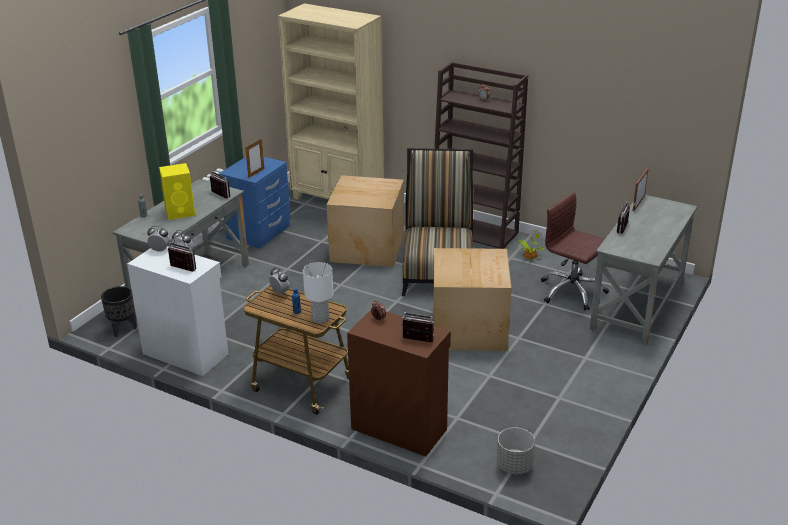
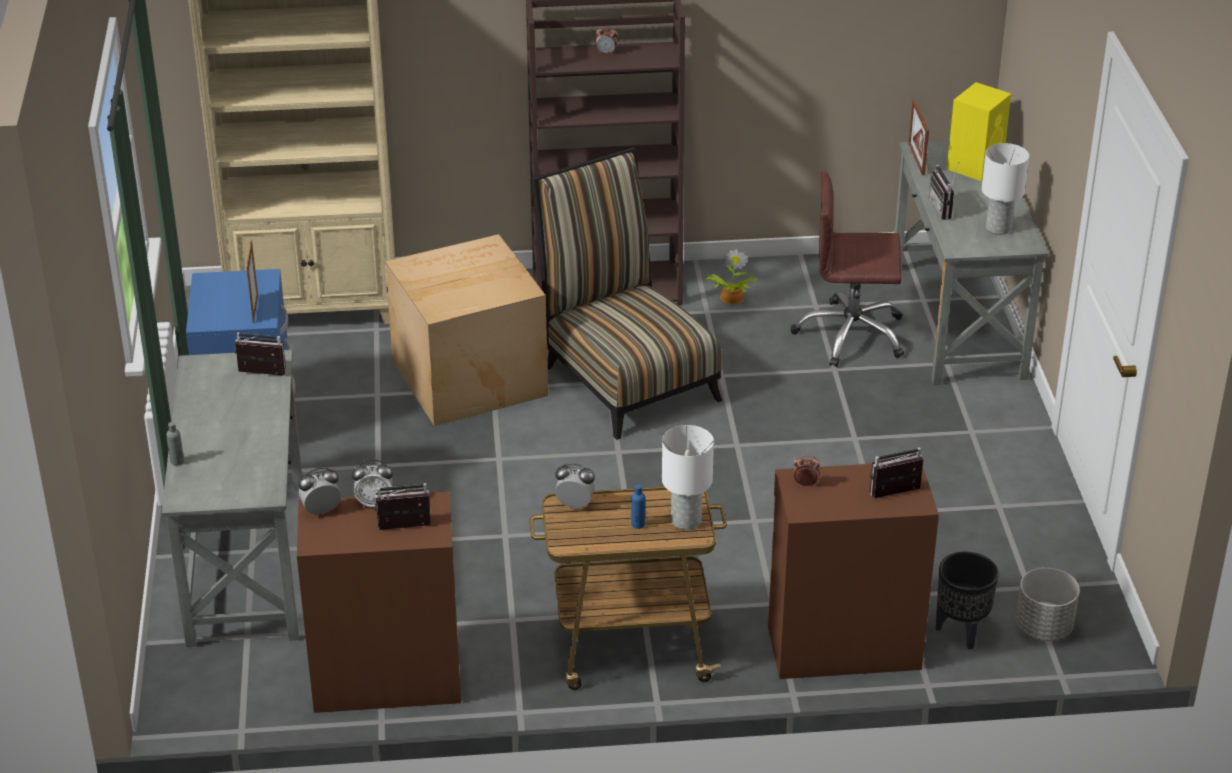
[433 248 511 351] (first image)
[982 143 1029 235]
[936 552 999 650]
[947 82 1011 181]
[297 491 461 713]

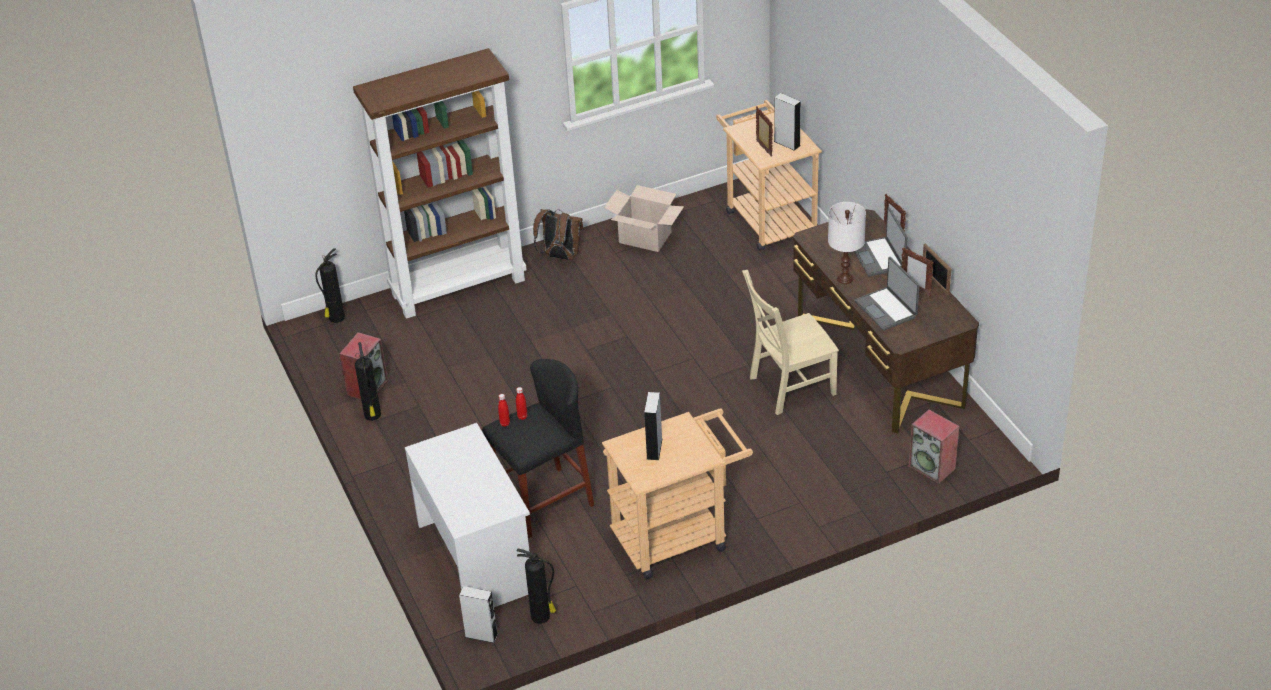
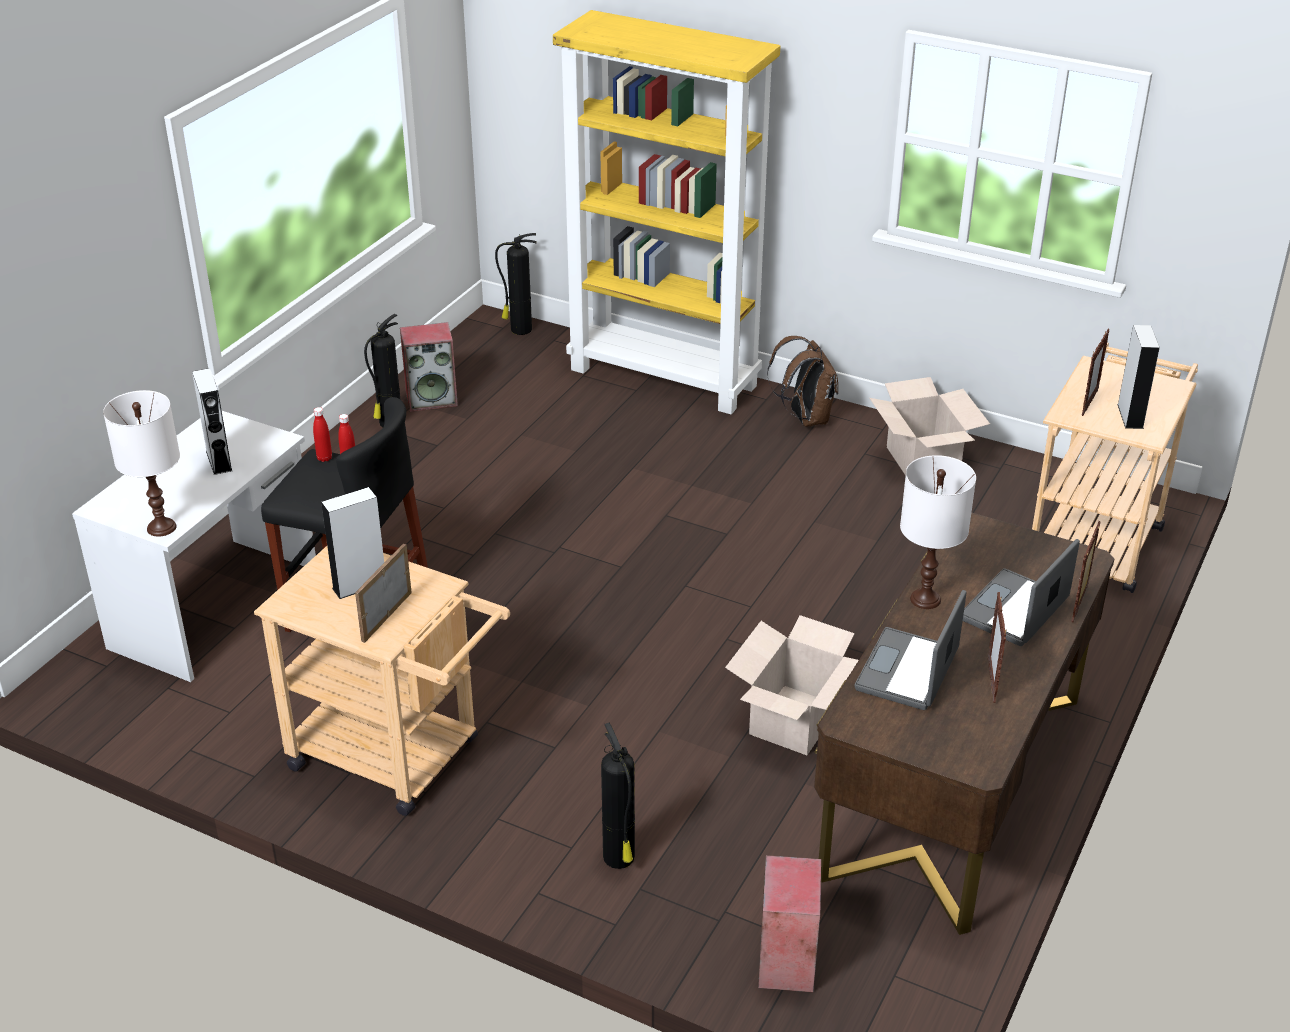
[103 390 180 537]
[192 368 232 475]
[601 723 635 869]
[355 544 412 643]
[725 615 859 755]
[553 10 780 414]

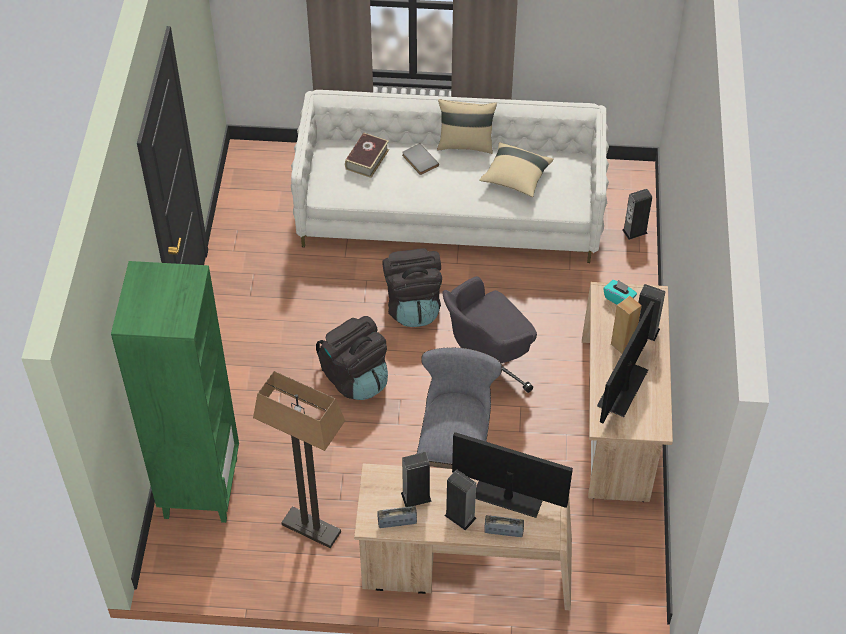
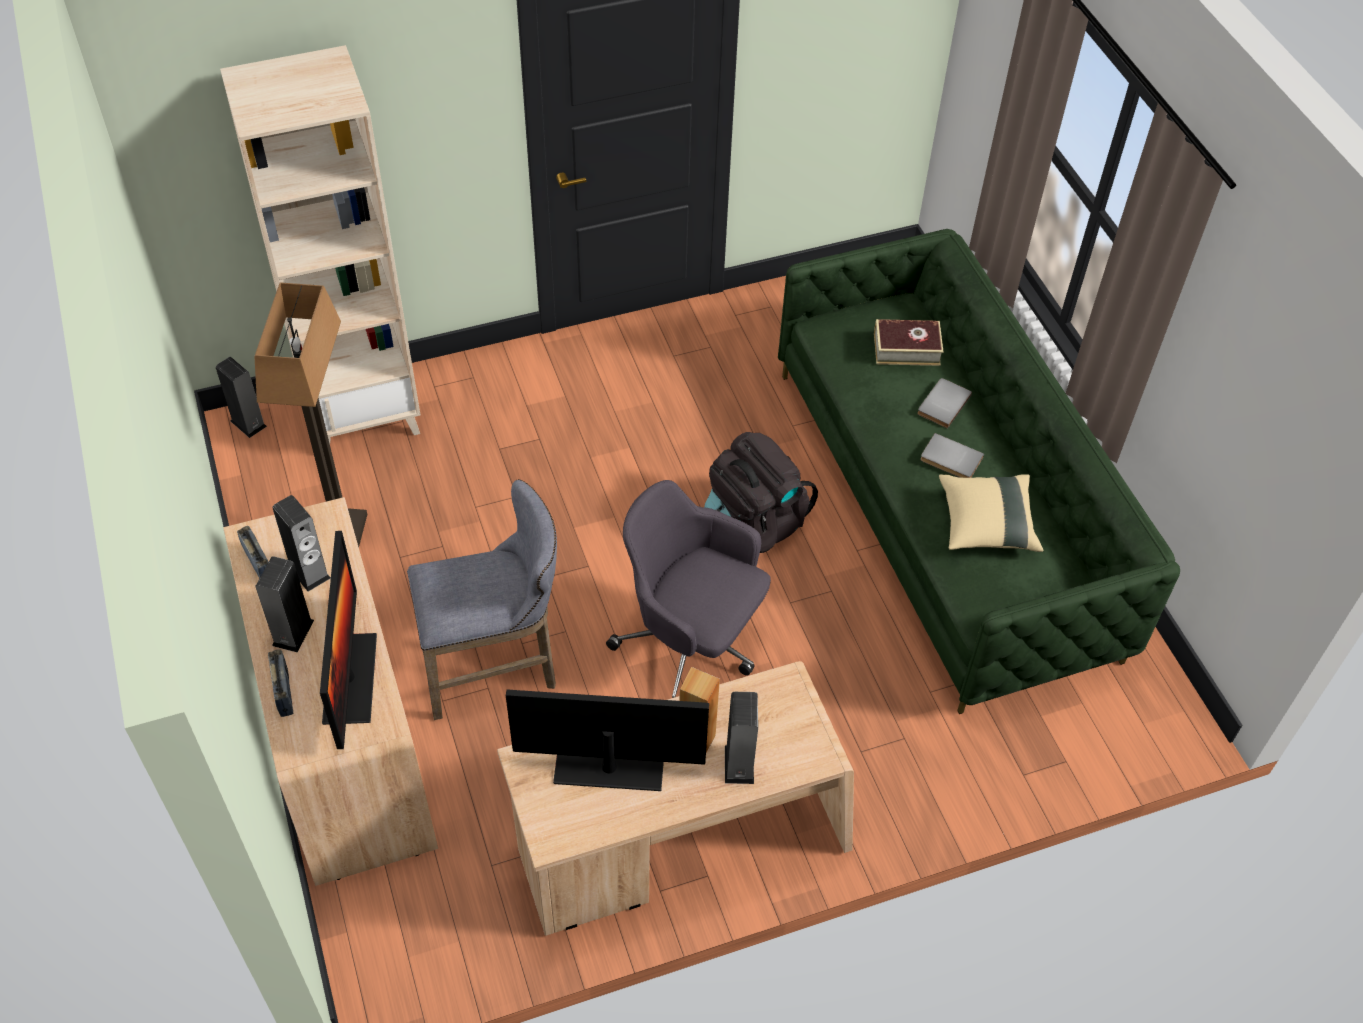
[316 316 388 400] (first image)
[437 99 497 154] (first image)
[603 280 637 305] (first image)
[920 433 984 478]
[216 357 267 438]
[220 45 420 443]
[778 229 1180 714]

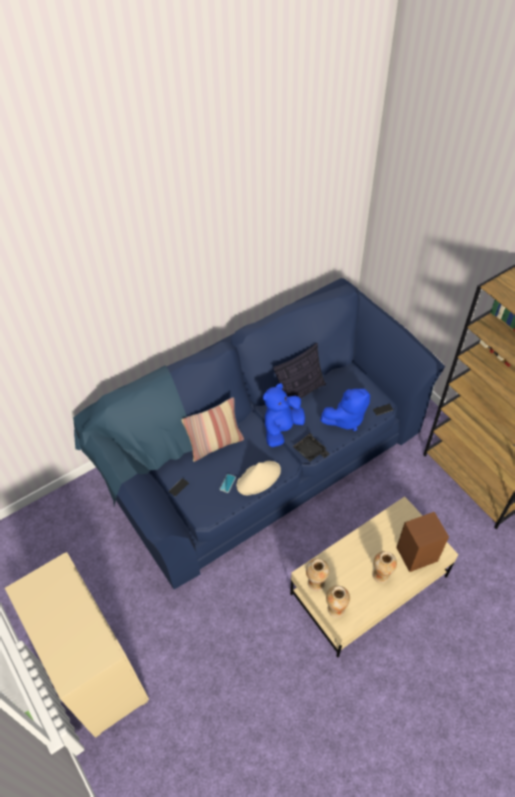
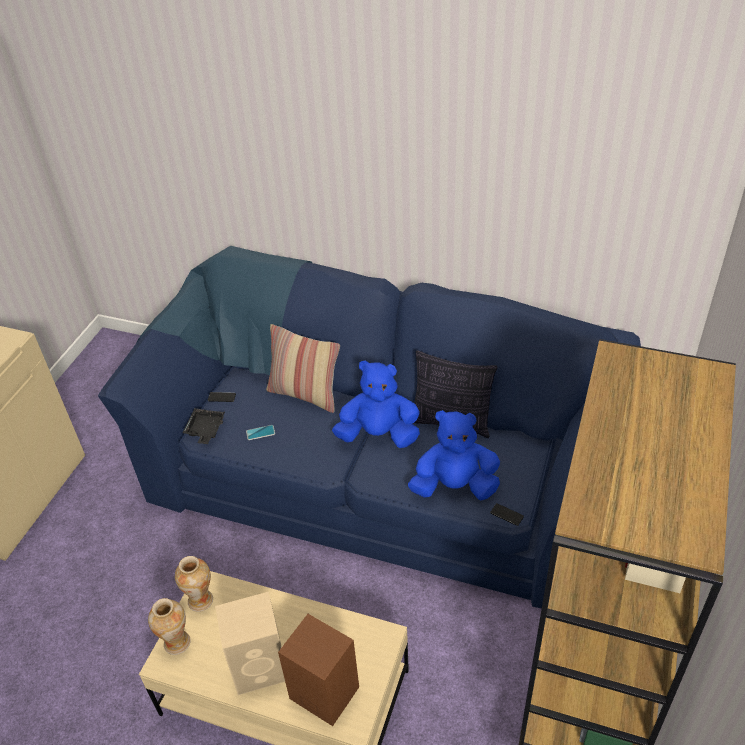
[236 461 281 495] (first image)
[182 408 225 444]
[215 592 285 695]
[408 410 500 500]

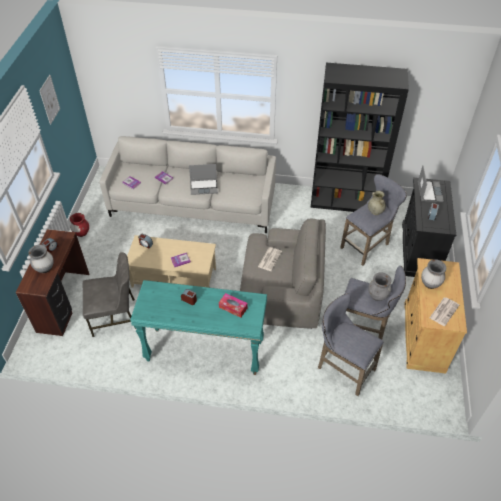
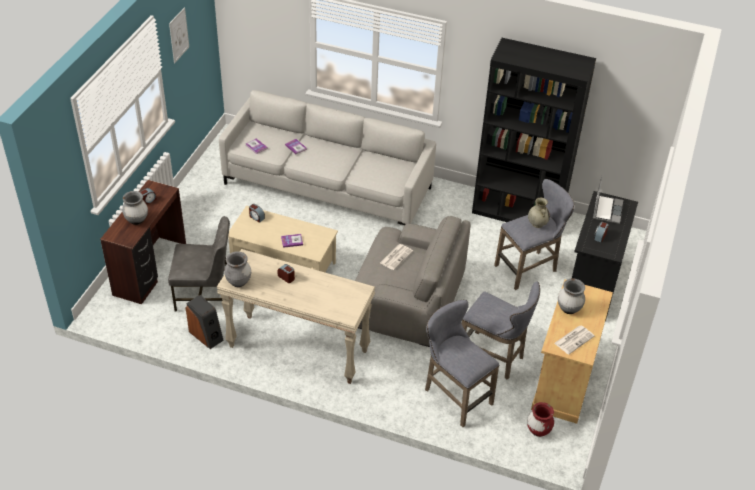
[189 164 218 195] (first image)
[219 293 248 318] (first image)
[185 295 224 349]
[527 402 554 437]
[224 251 251 287]
[217 249 375 384]

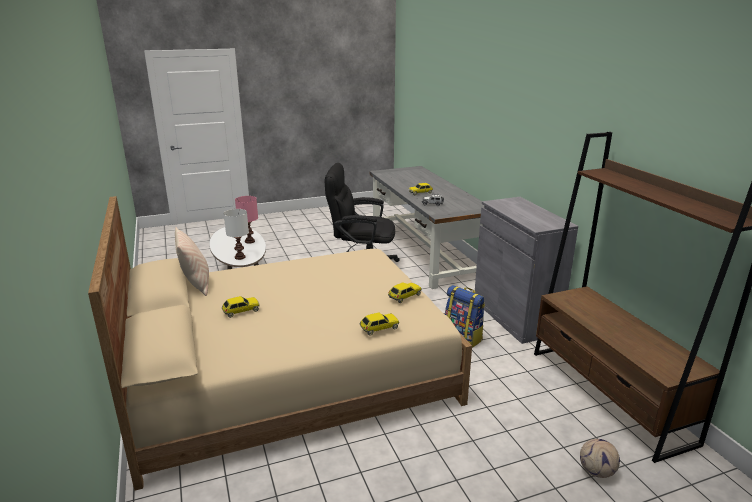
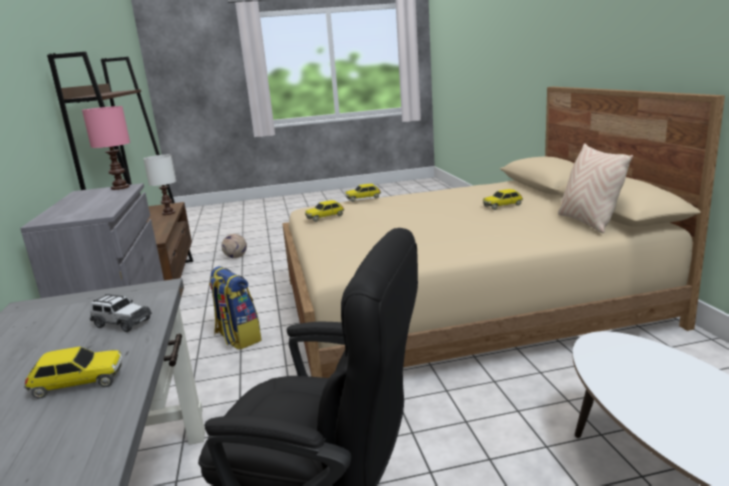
[143 155 176 215]
[82 106 130 190]

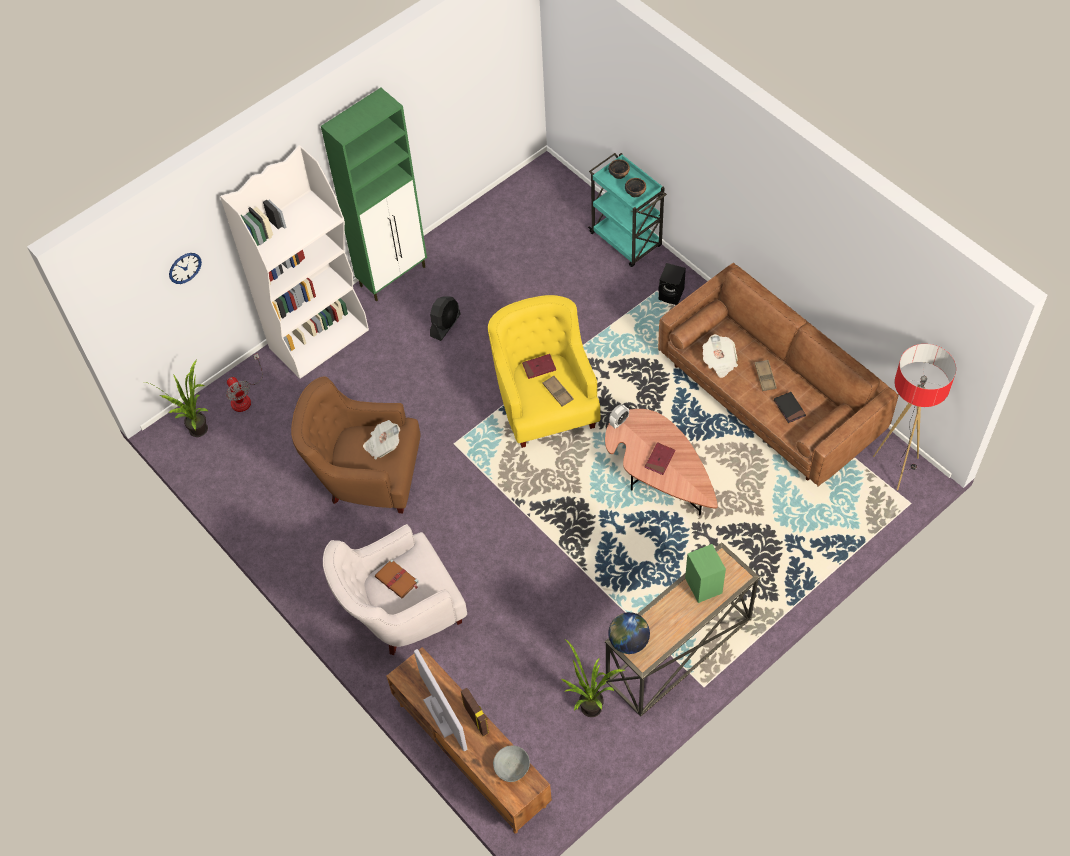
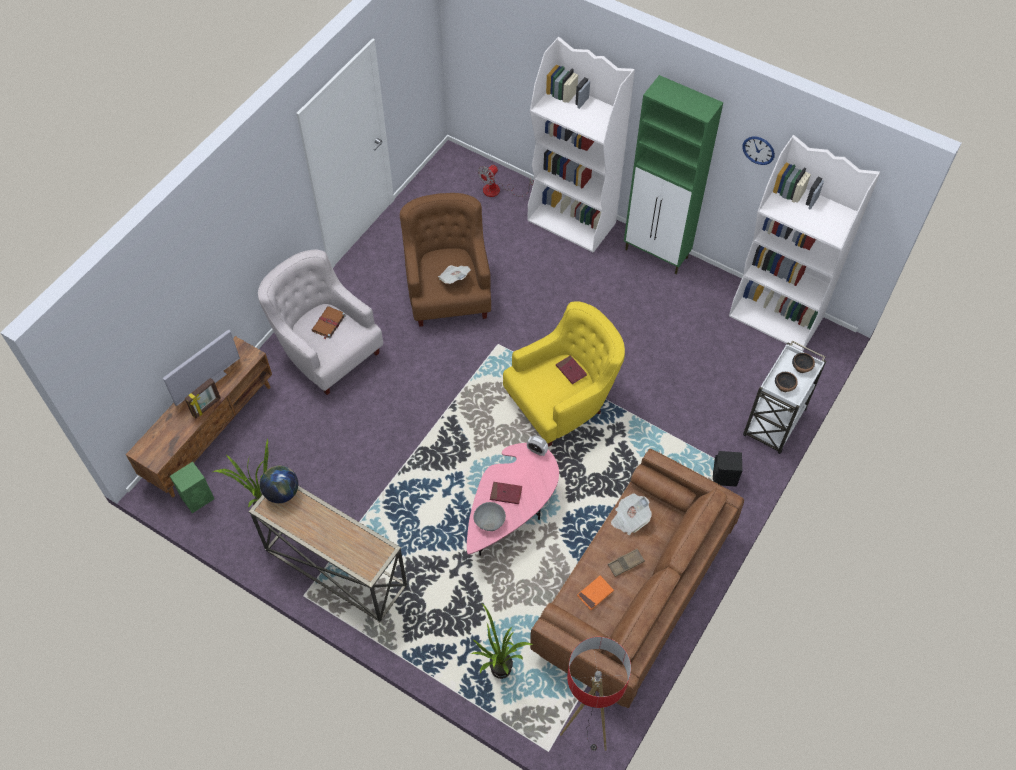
[430 296 461 341] (first image)
[543 376 574 407] (first image)
[729 135 880 352]
[471 604 534 679]
[742 137 775 165]
[473 502 506 531]
[170 462 214 513]
[743 341 826 454]
[467 443 559 556]
[577 576 614 610]

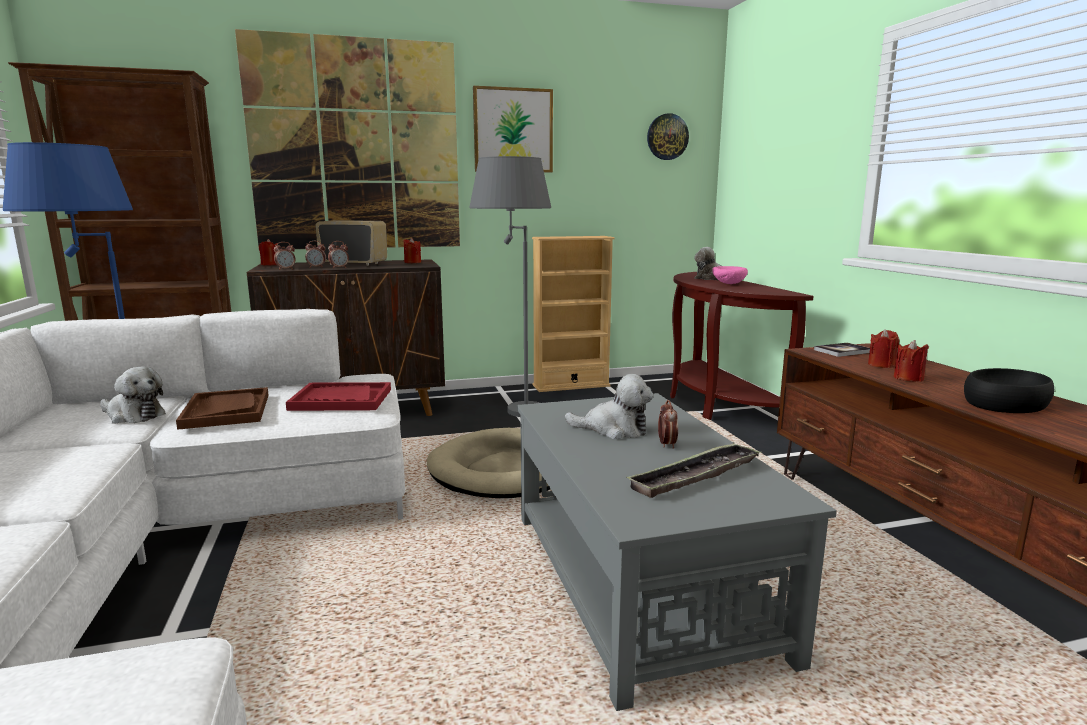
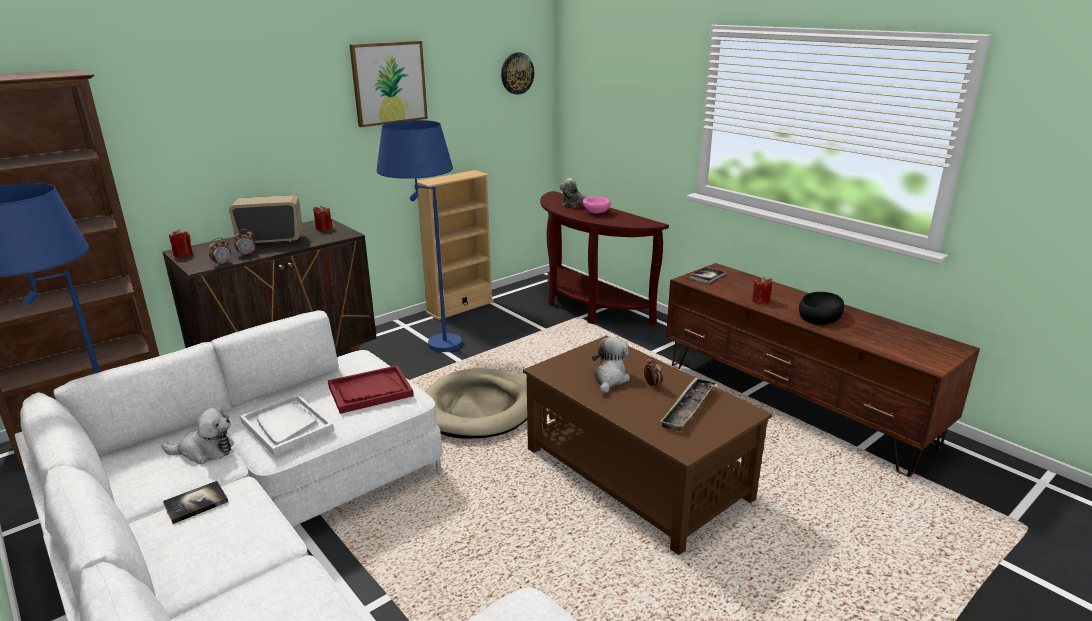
[235 29 460 249] (first image)
[328 241 349 268] (first image)
[868 329 899 368] (first image)
[163 481 228 524]
[240 394 334 456]
[377 120 462 352]
[523 336 772 555]
[592 337 630 394]

